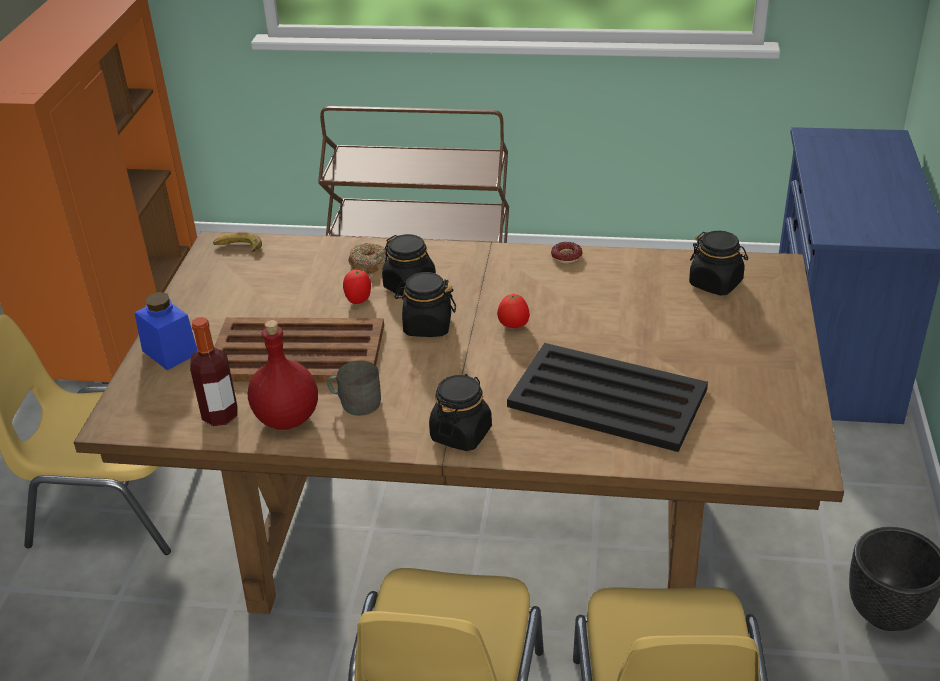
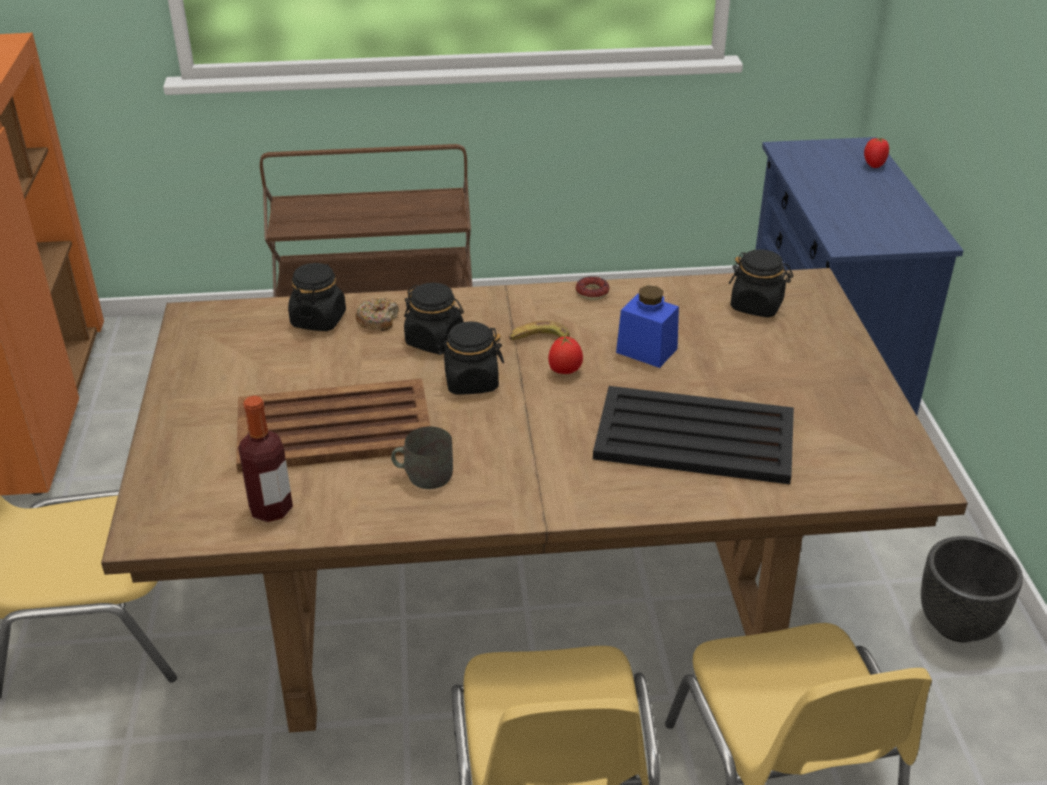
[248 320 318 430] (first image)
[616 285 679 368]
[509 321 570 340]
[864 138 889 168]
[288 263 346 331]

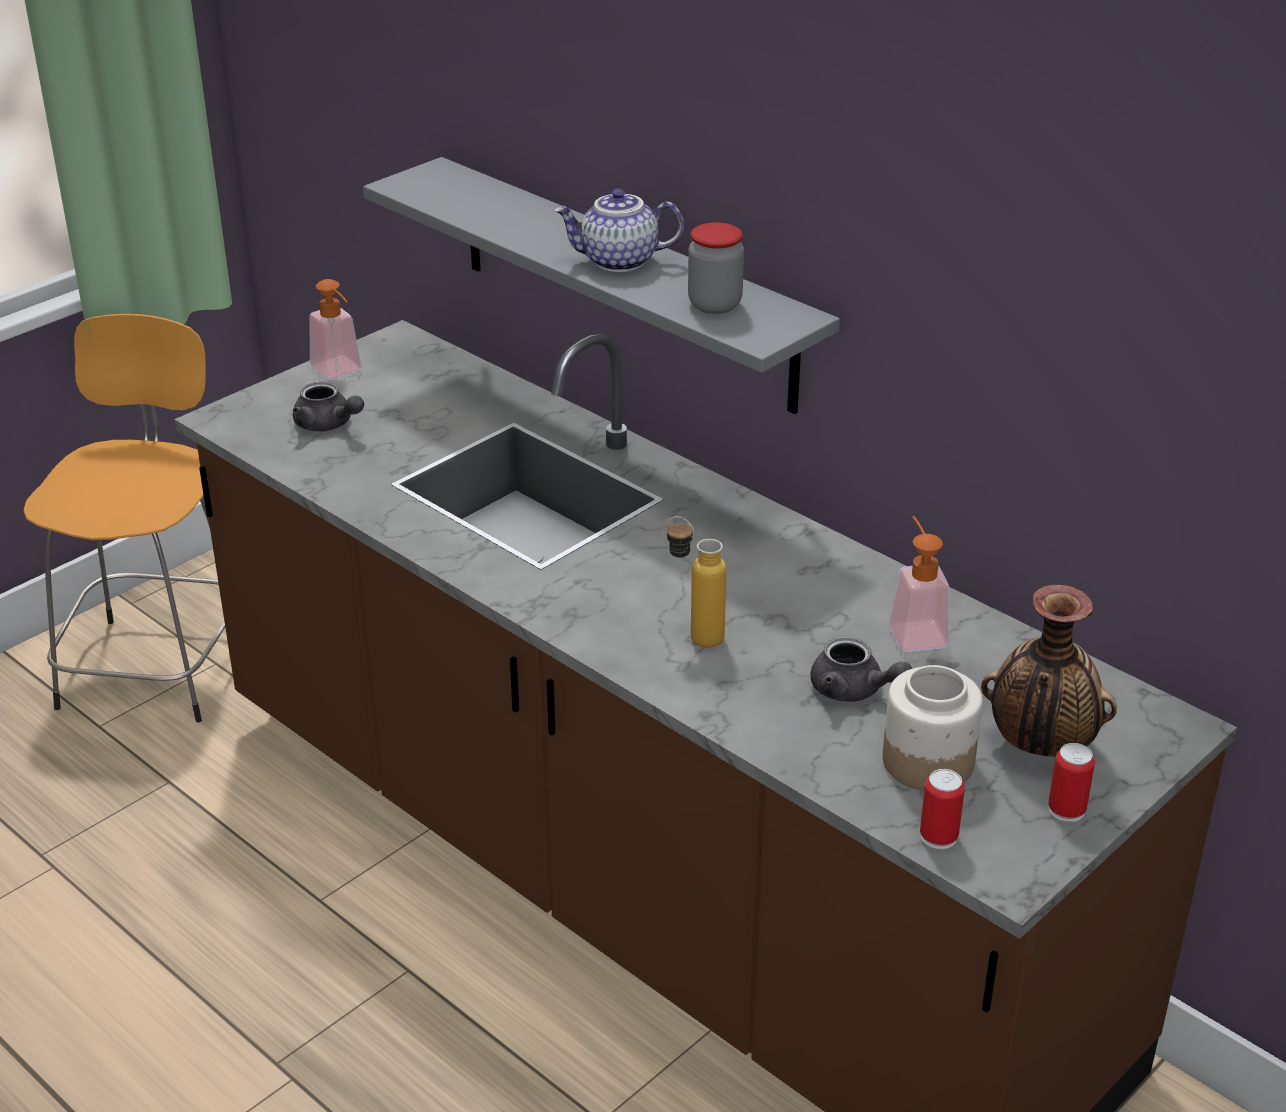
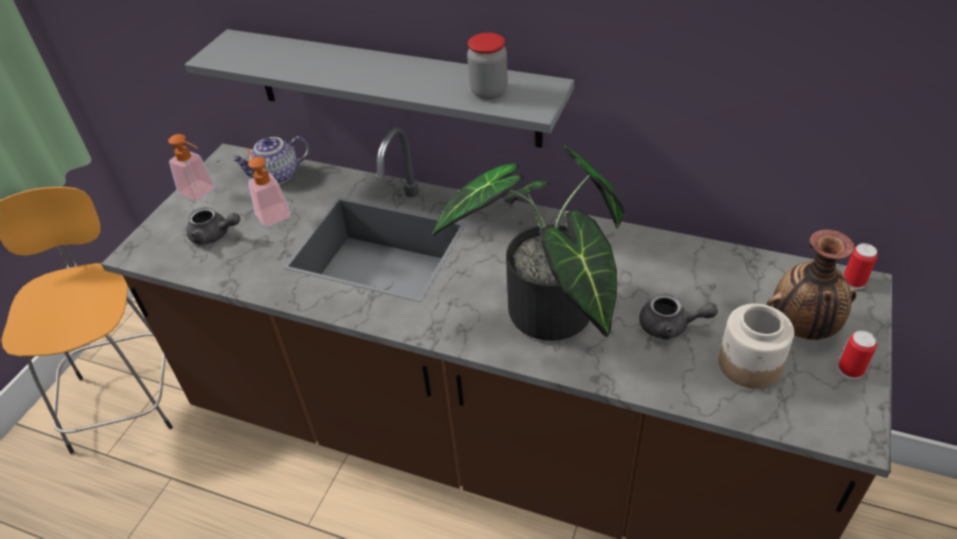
[231 136 310 184]
[246 149 291 227]
[844 243 878 289]
[432 144 625 341]

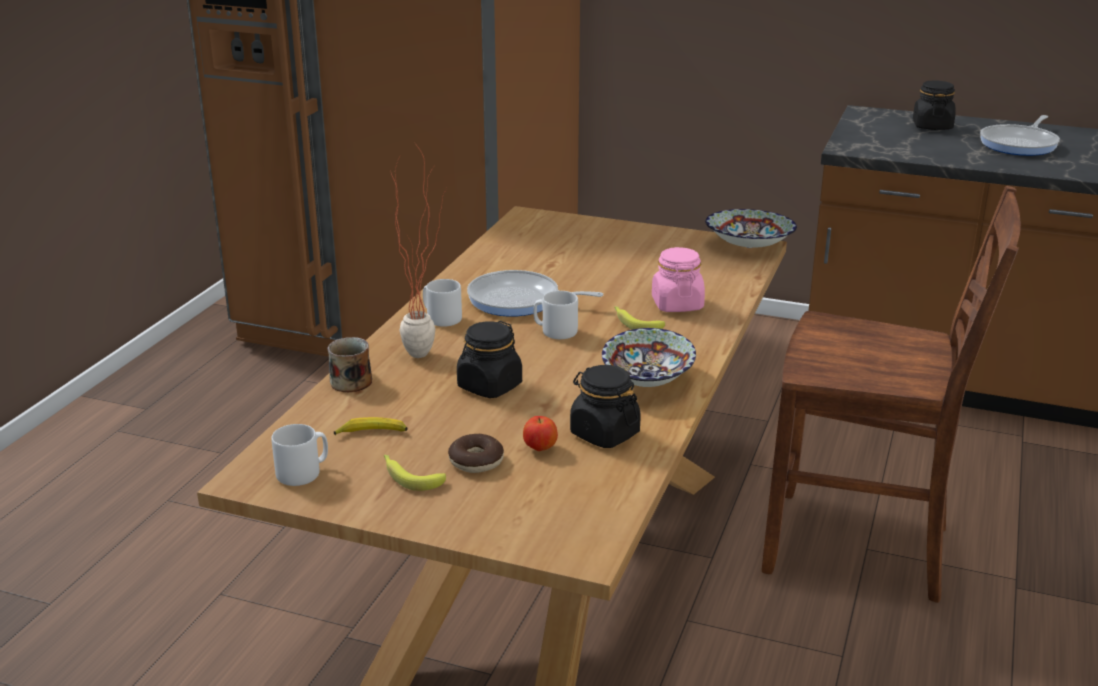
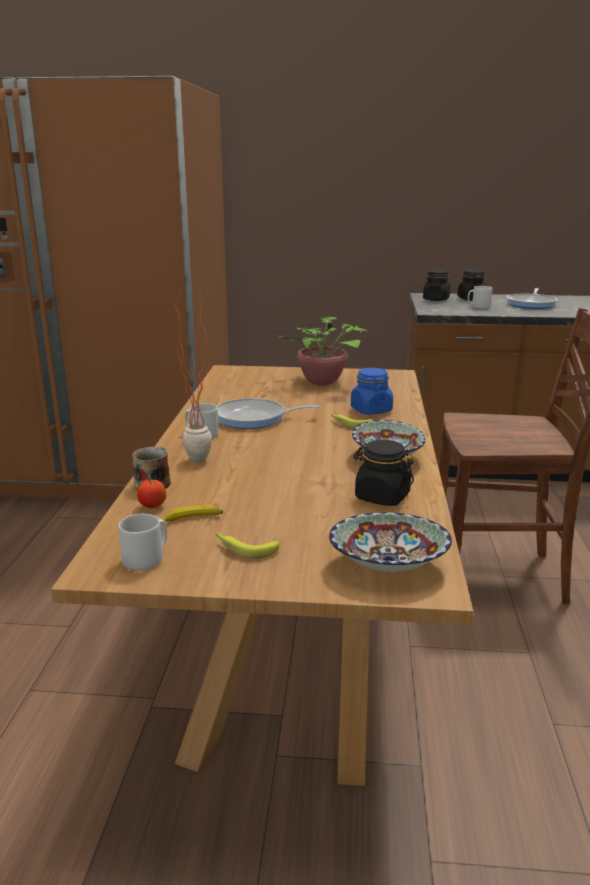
[448 434 504 473] (first image)
[230 316 367 385]
[423 270 450 301]
[137 480 166 509]
[468 286 493 309]
[329 512 452 572]
[351 368 393 415]

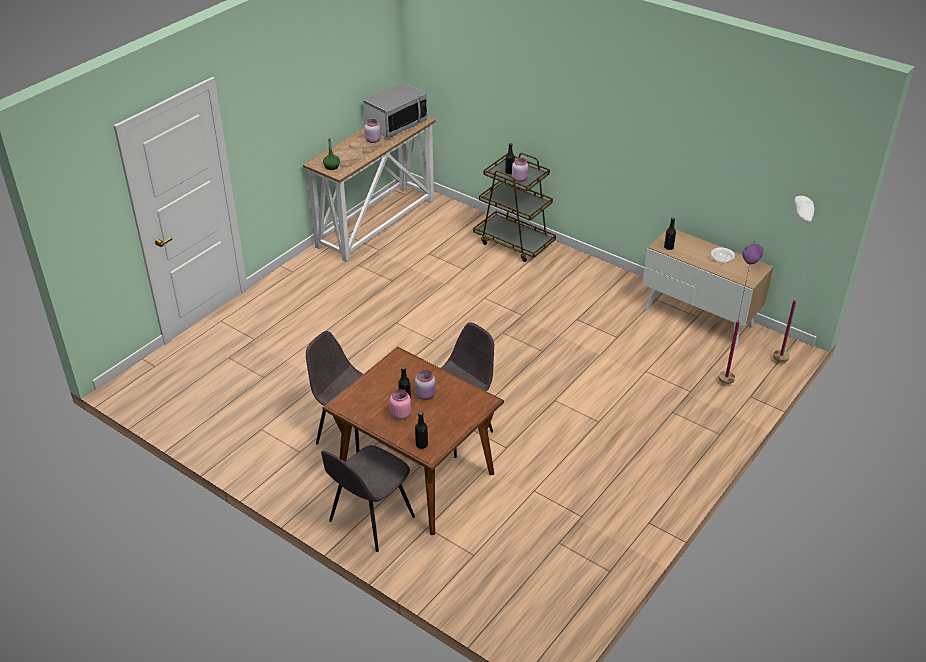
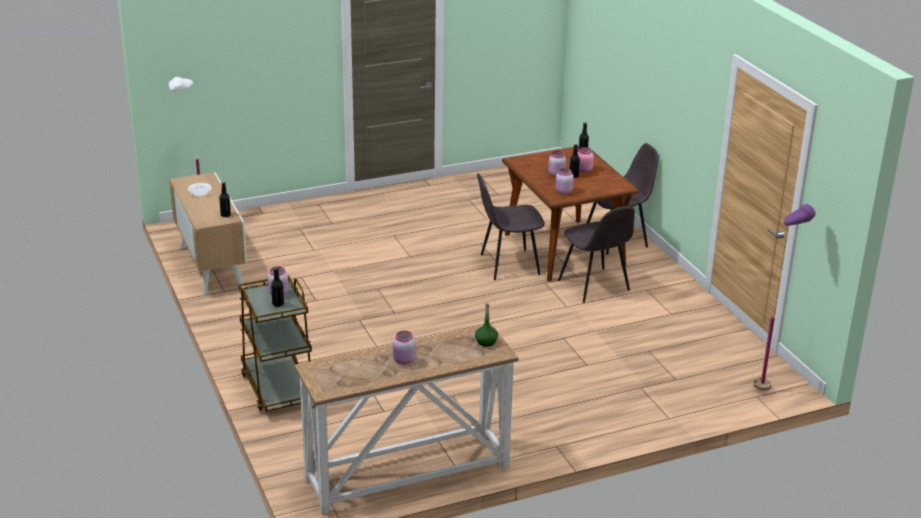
[363 82 427 138] (first image)
[555 168 574 195]
[753 204 815 391]

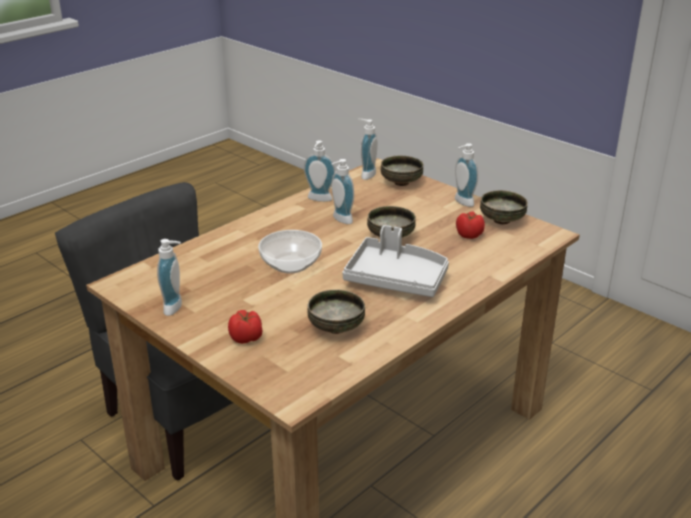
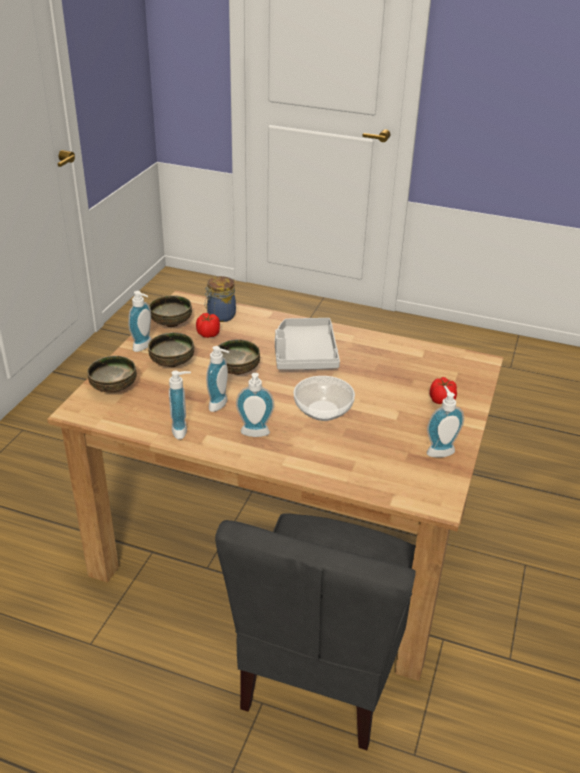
[205 276 236 322]
[148 332 194 367]
[236 373 274 437]

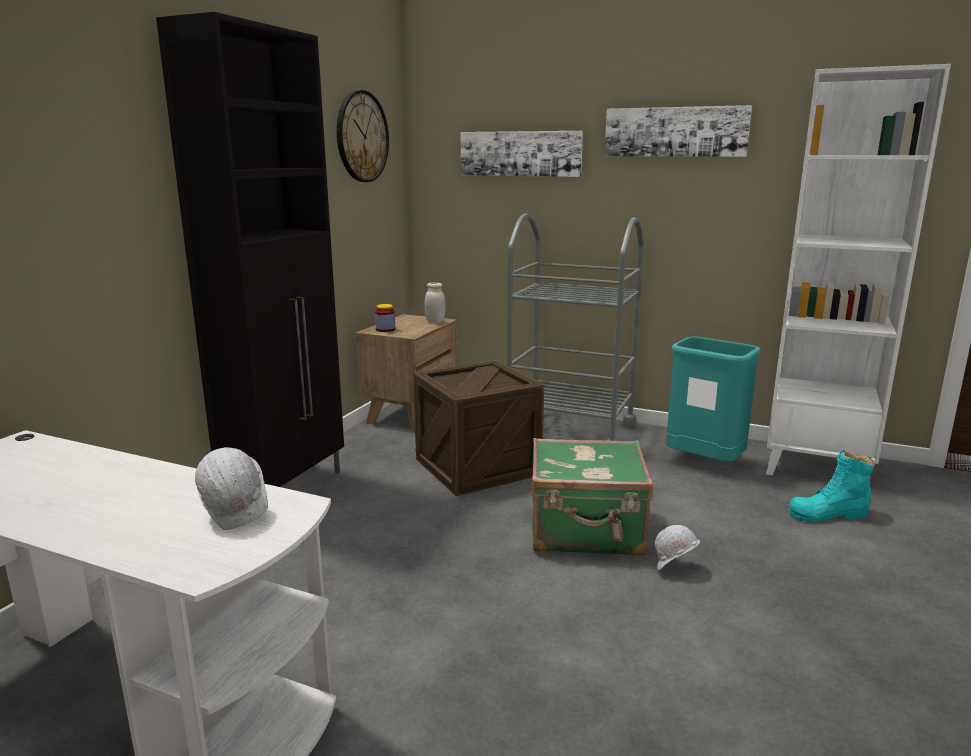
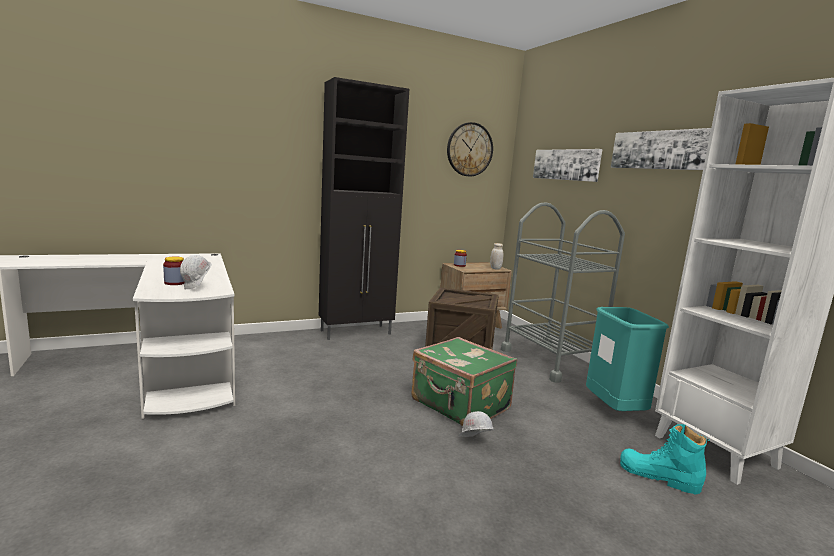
[163 257 184 285]

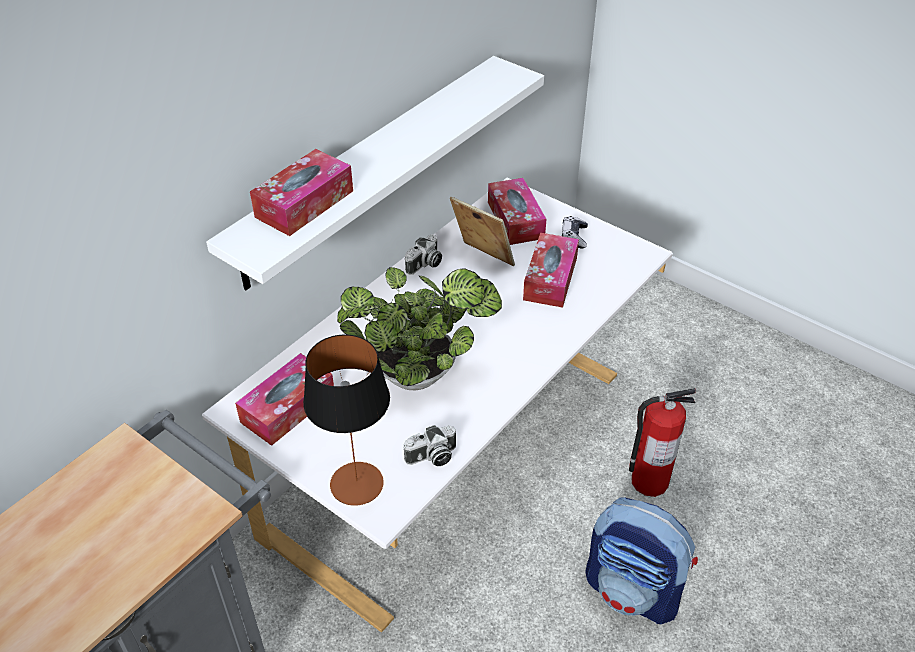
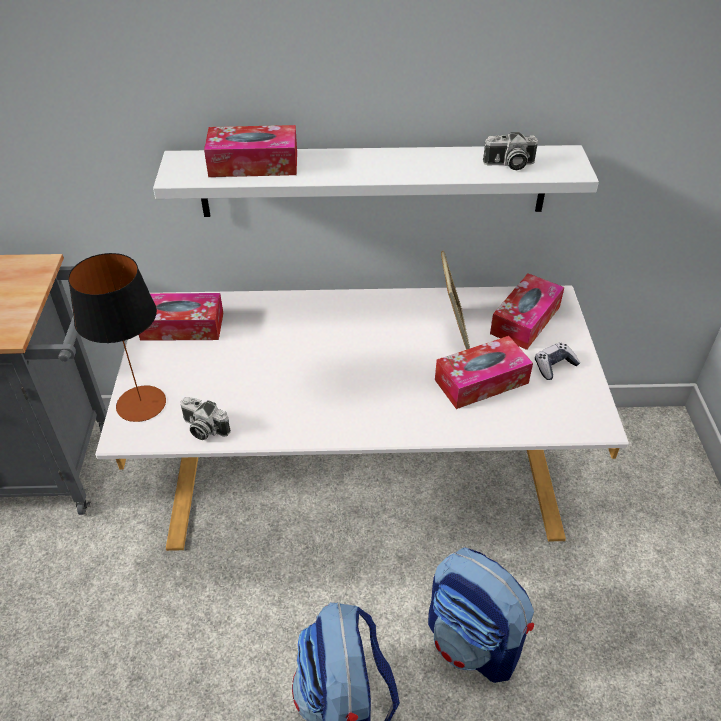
[337 267 502 390] (first image)
[483 132 538 170]
[428 547 534 683]

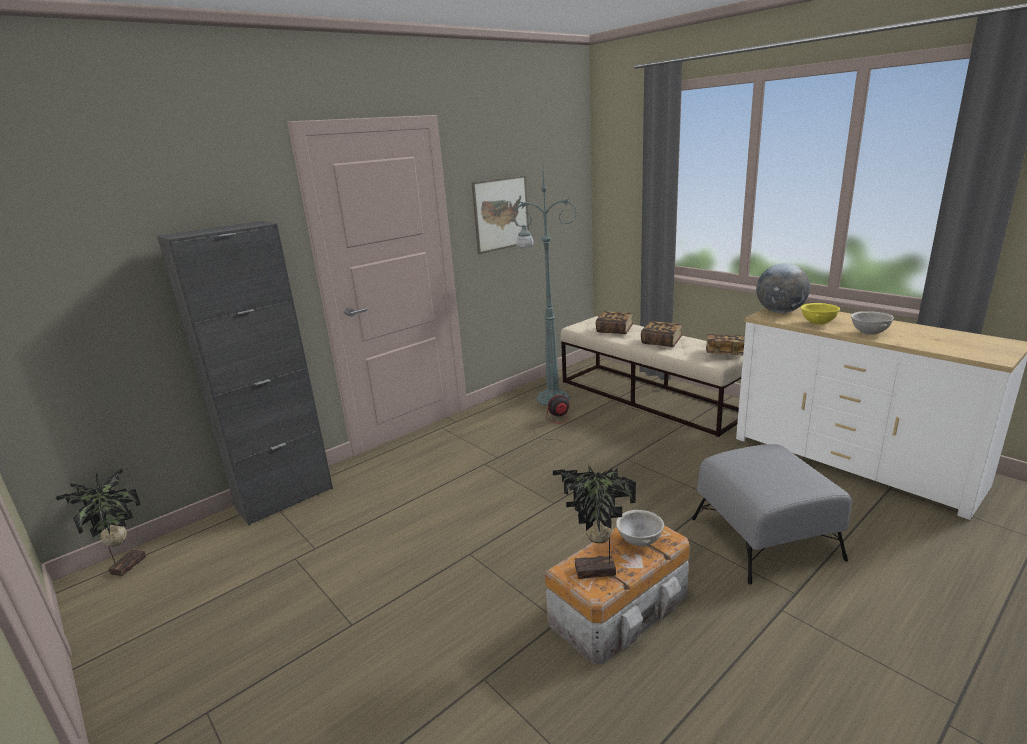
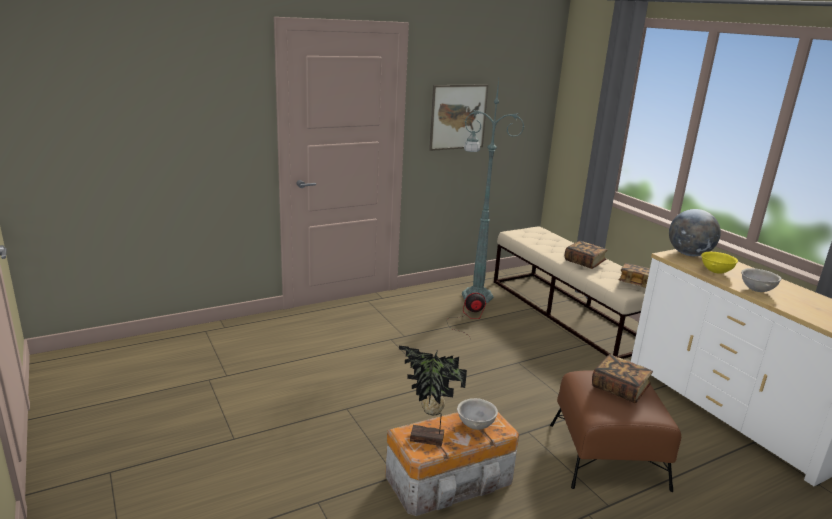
[56 469 146 576] (first image)
[157 221 333 526] (first image)
[592 354 653 403]
[550 370 681 492]

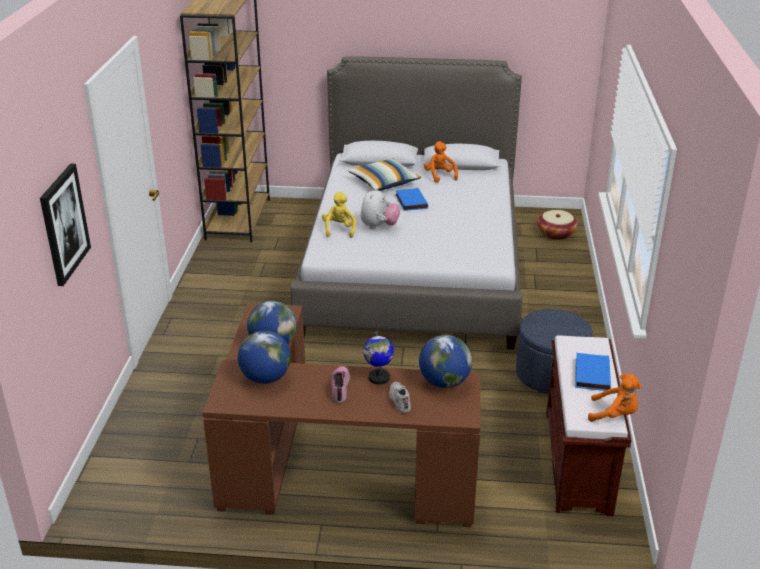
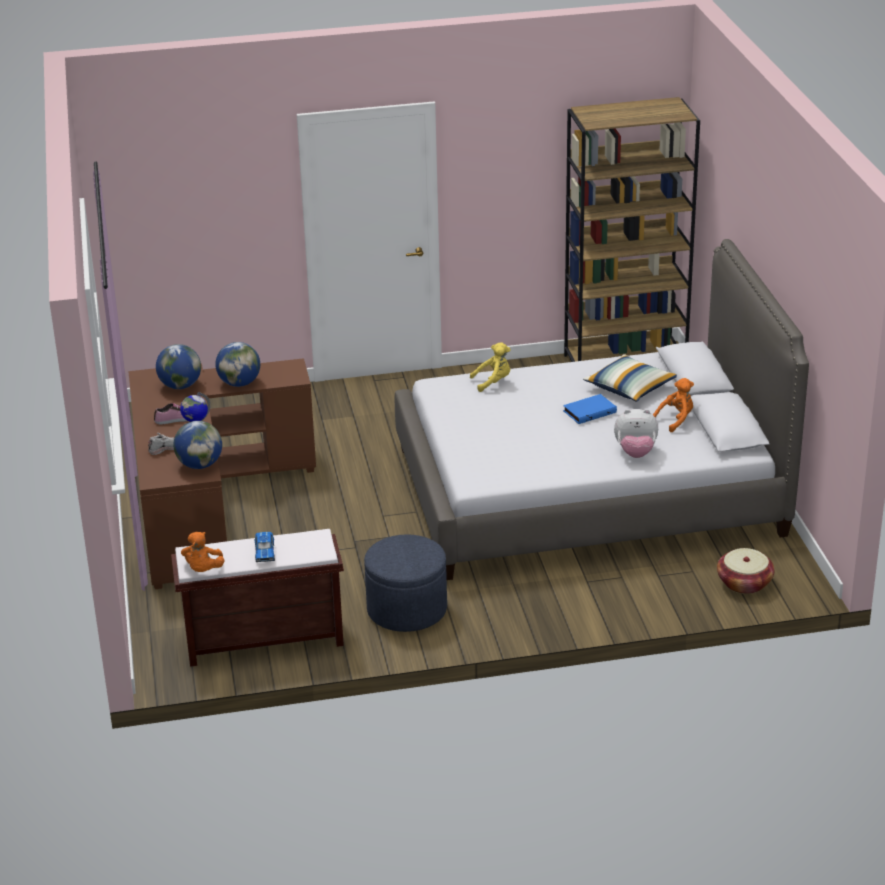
[40 164 91 286] (first image)
[614 409 658 458]
[254 532 275 562]

